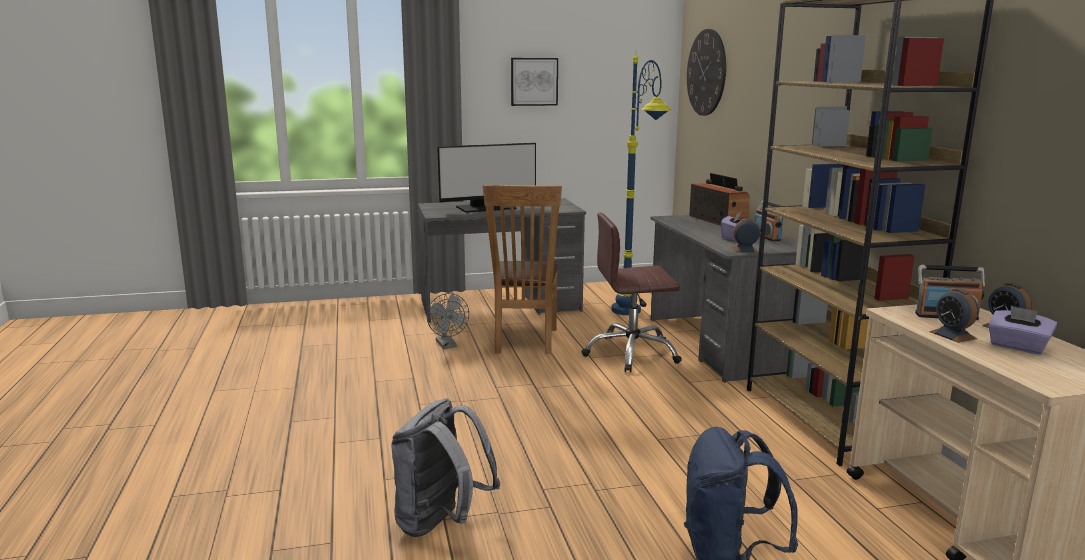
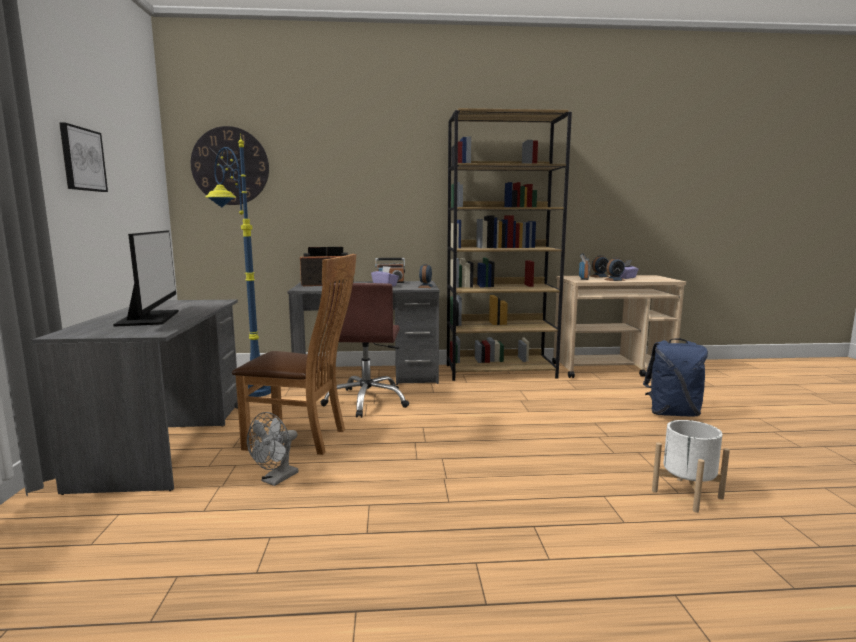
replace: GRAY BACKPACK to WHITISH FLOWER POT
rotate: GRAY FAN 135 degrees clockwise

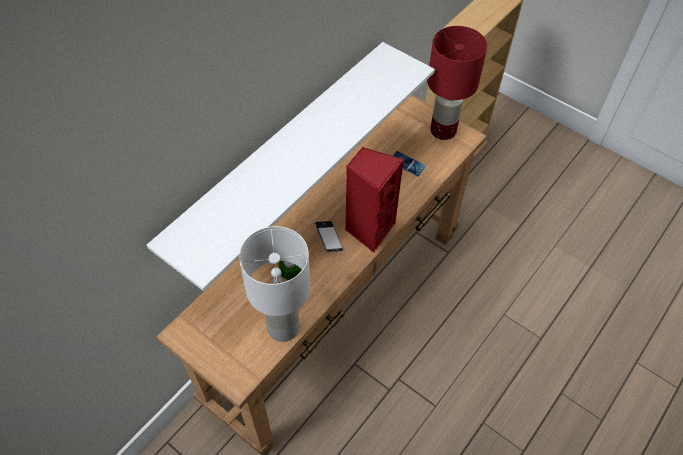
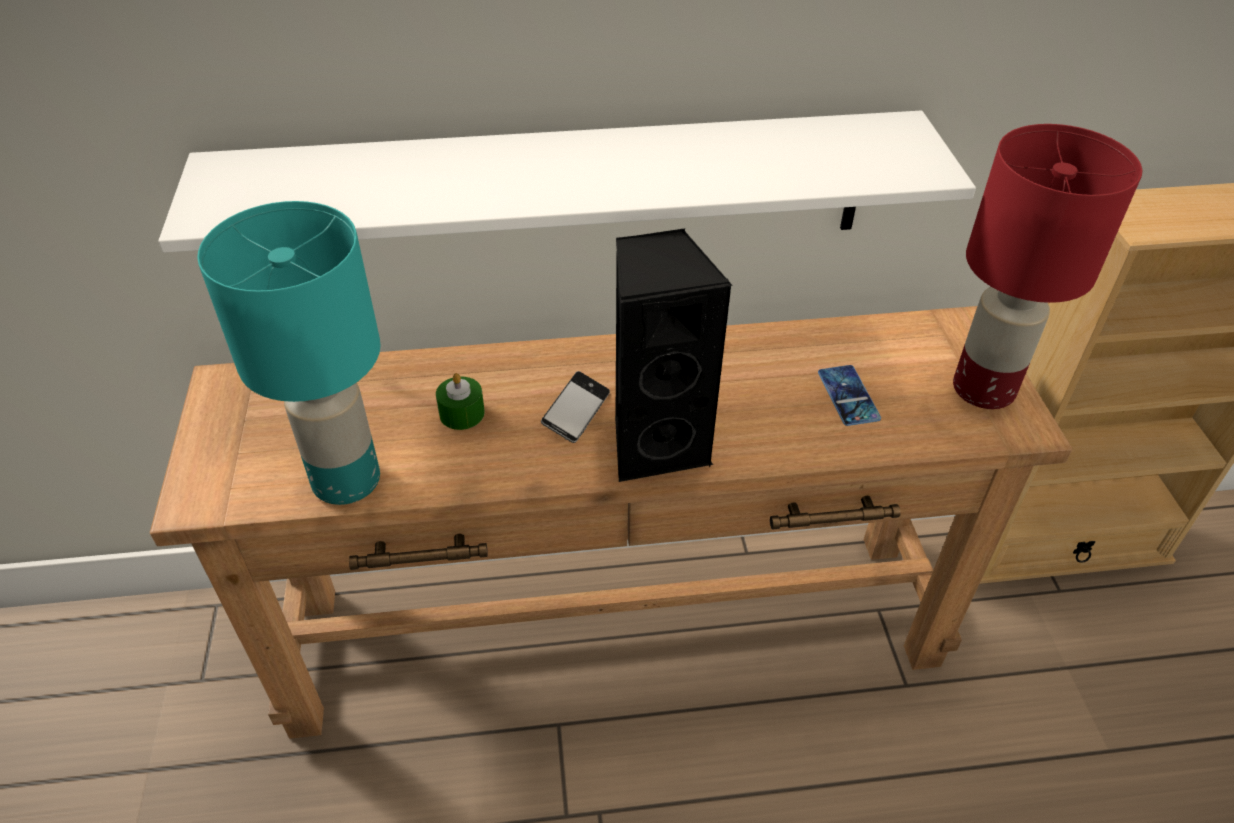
recolor: WHITISH TABLE LAMP to BLUE-GREEN TABLE LAMP; RED-COLOURED AUDIO SPEAKER to BLACK-COLOURED AUDIO SPEAKER

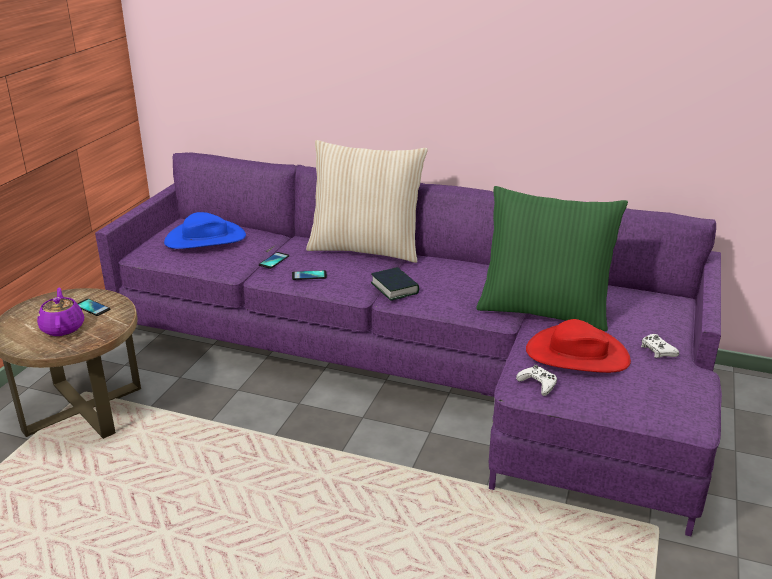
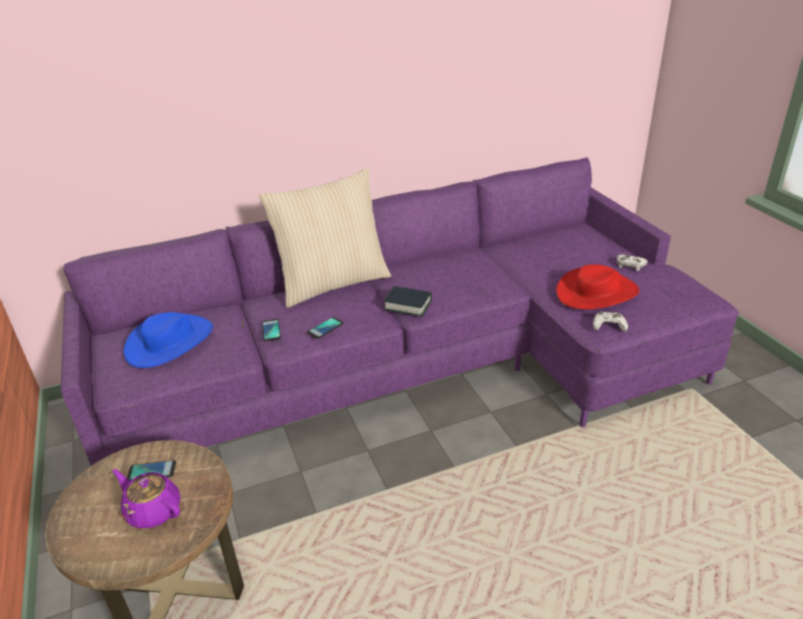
delete: GREEN-COLOURED CUSHION

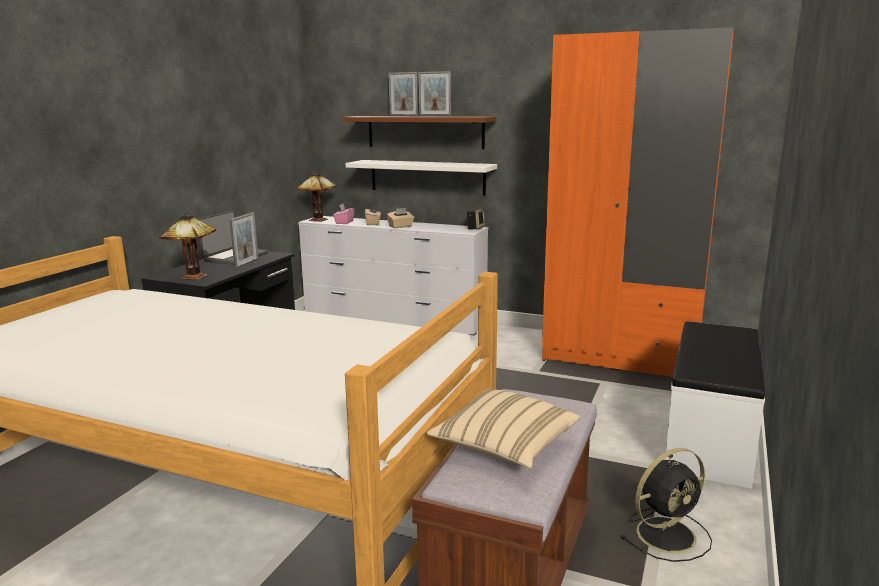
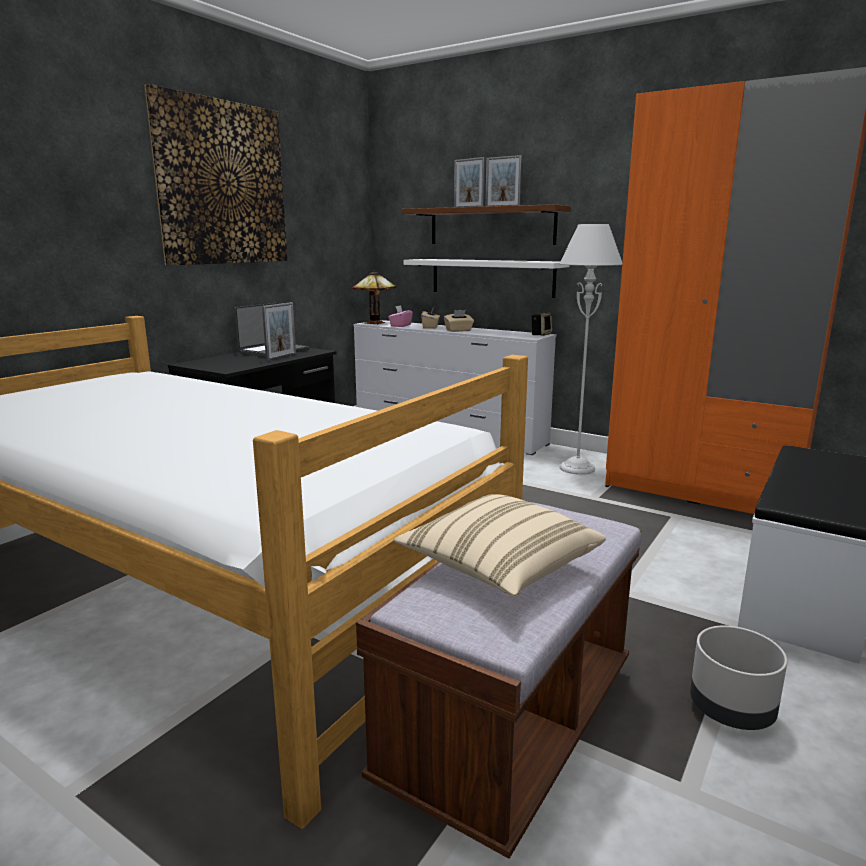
delete: TABLE LAMP (1st from left)
insert: WALL ART; GRAY STANDARD LAMP
replace: BLACK-COLOURED FAN to GRAY FLOWER POT

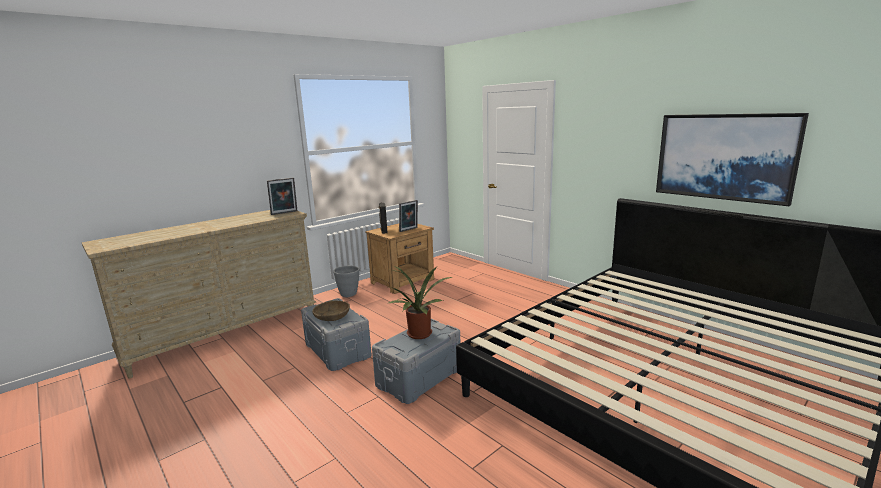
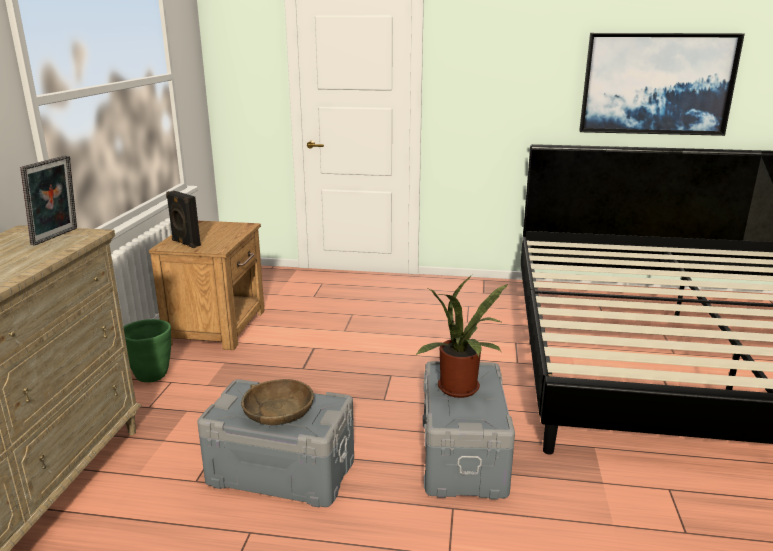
delete: PICTURE FRAME (2nd from left)
recolor: GRAY FLOWER POT to GREEN-COLOURED FLOWER POT

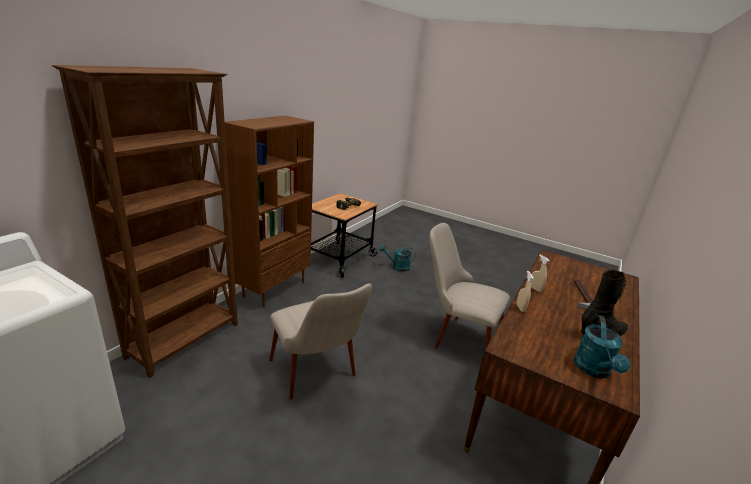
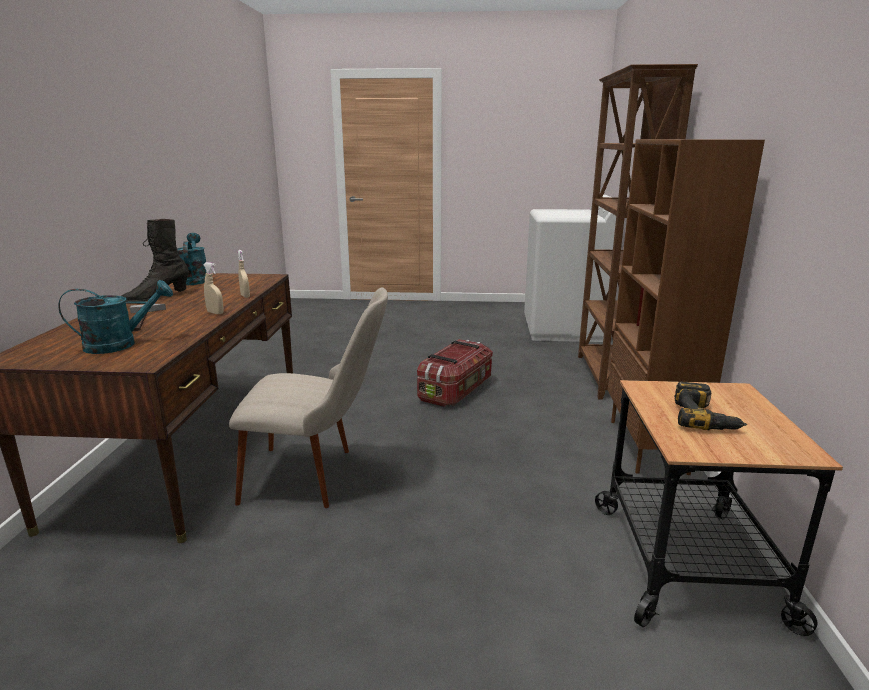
move: BLUE-GREEN WATERING CAN (1st from left)
replace: BEIGE UPRIGHT CHAIR (1st from left) to STORAGE BIN

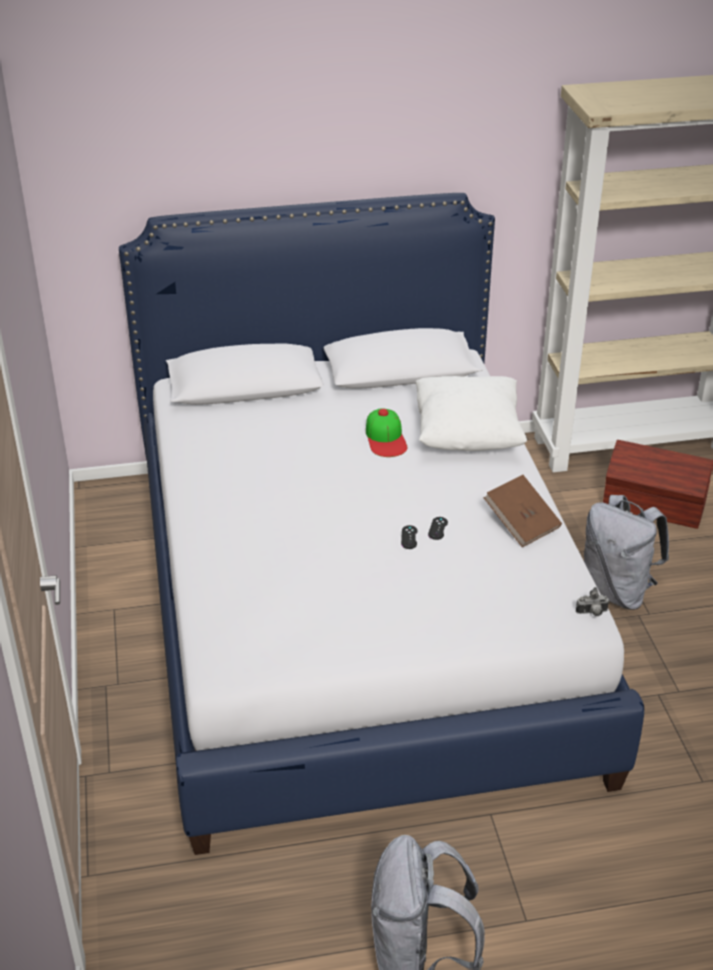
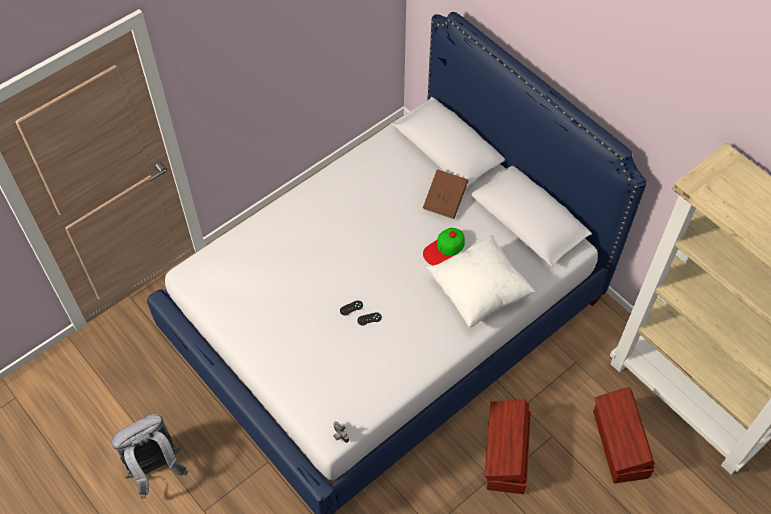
move: BROWN VOLUME
replace: GRAY BACKPACK (2nd from left) to BROWN STORAGE BIN (1st from left)

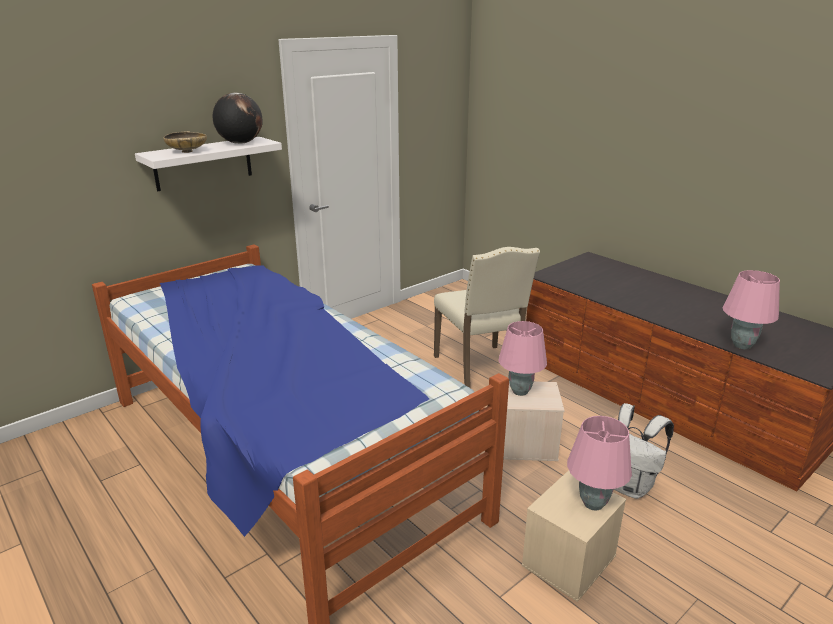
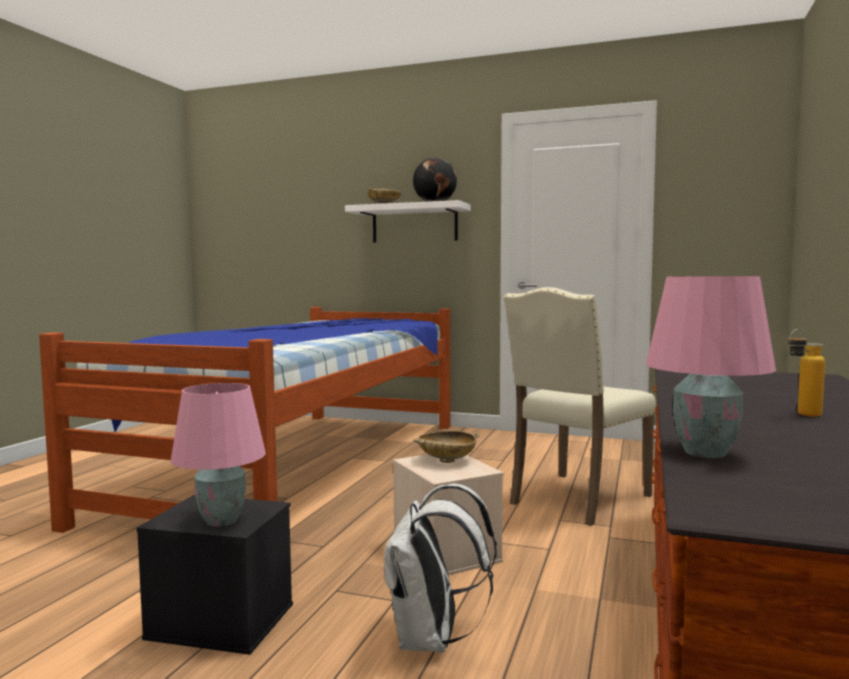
insert: BOTTLE
replace: PINKISH TABLE LAMP (1st from left) to BEIGE SERVING BOWL (2nd from left)
recolor: BEIGE STORAGE BIN (2nd from left) to BLACK-COLOURED STORAGE BIN

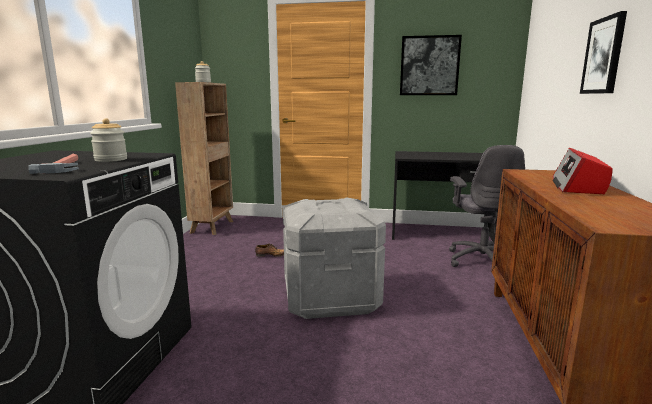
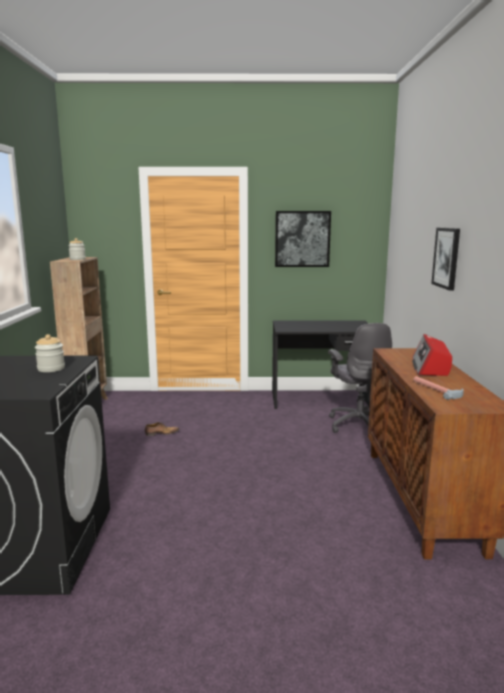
delete: GRAY STORAGE BIN
move: TOOL HAMMER

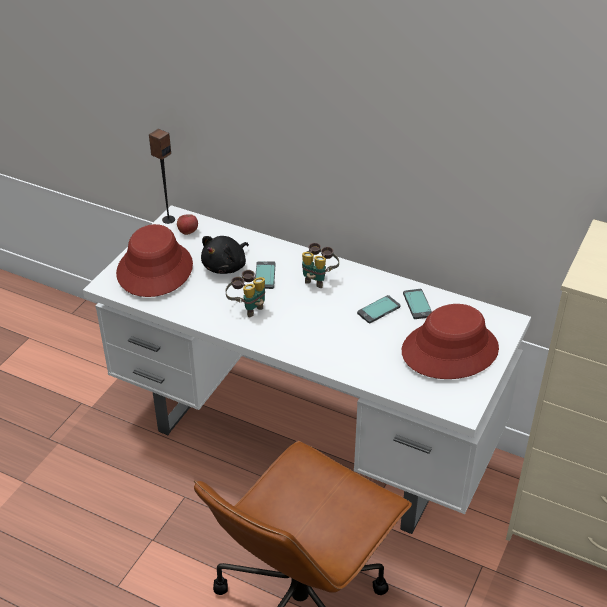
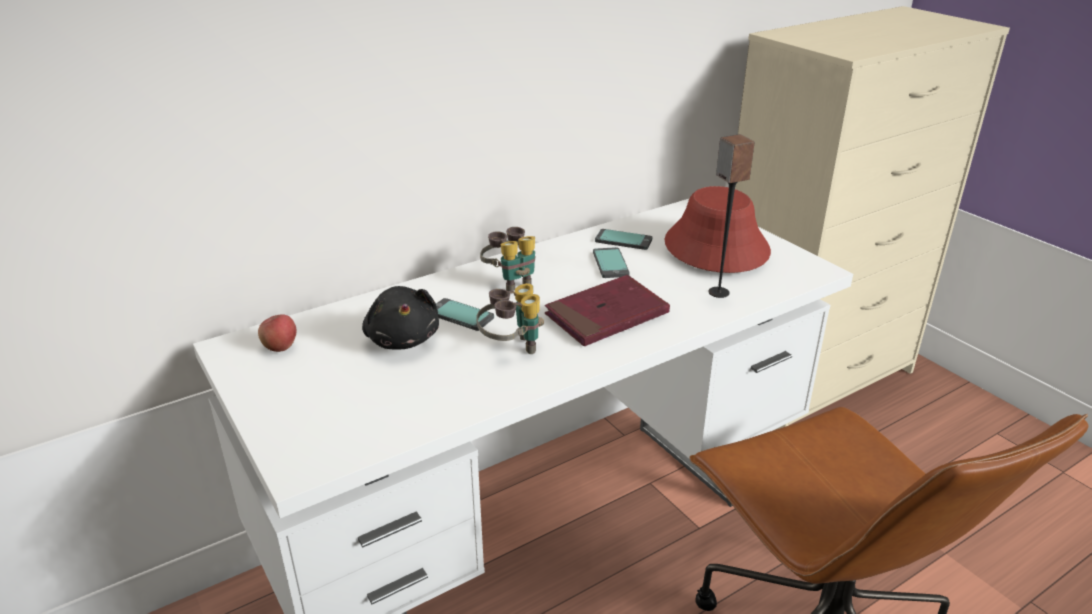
delete: RED-COLOURED CLOTHING HAT (1st from left)
insert: RED-COLOURED VOLUME
move: AUDIO SPEAKER

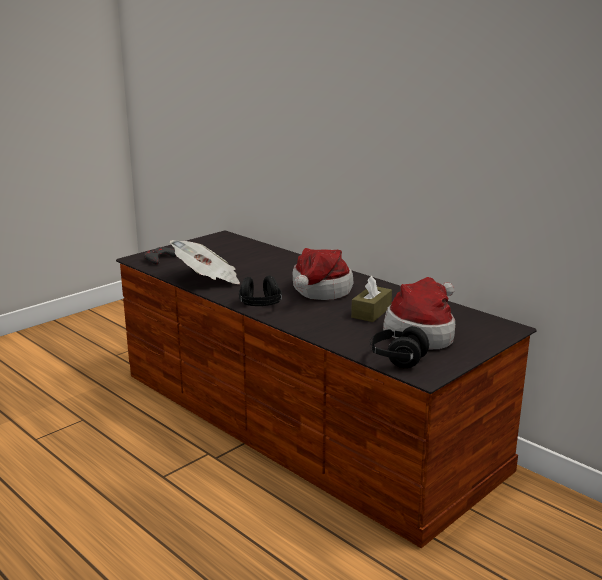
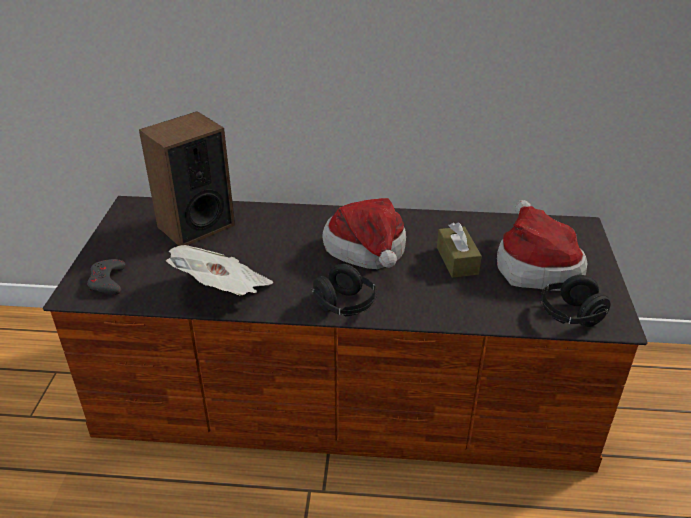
insert: AUDIO SPEAKER

